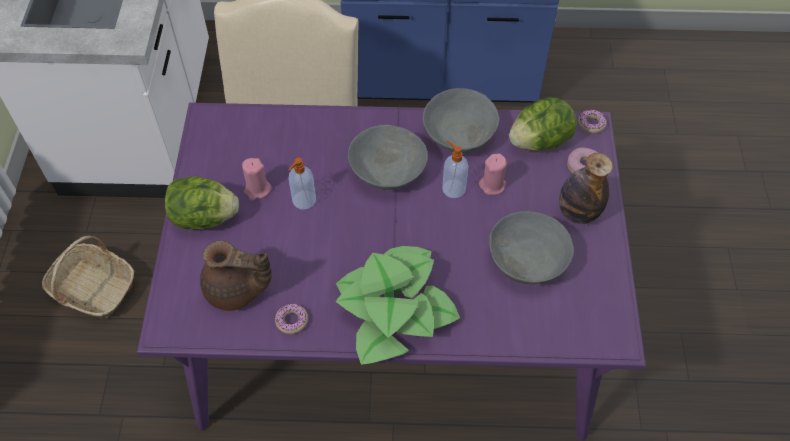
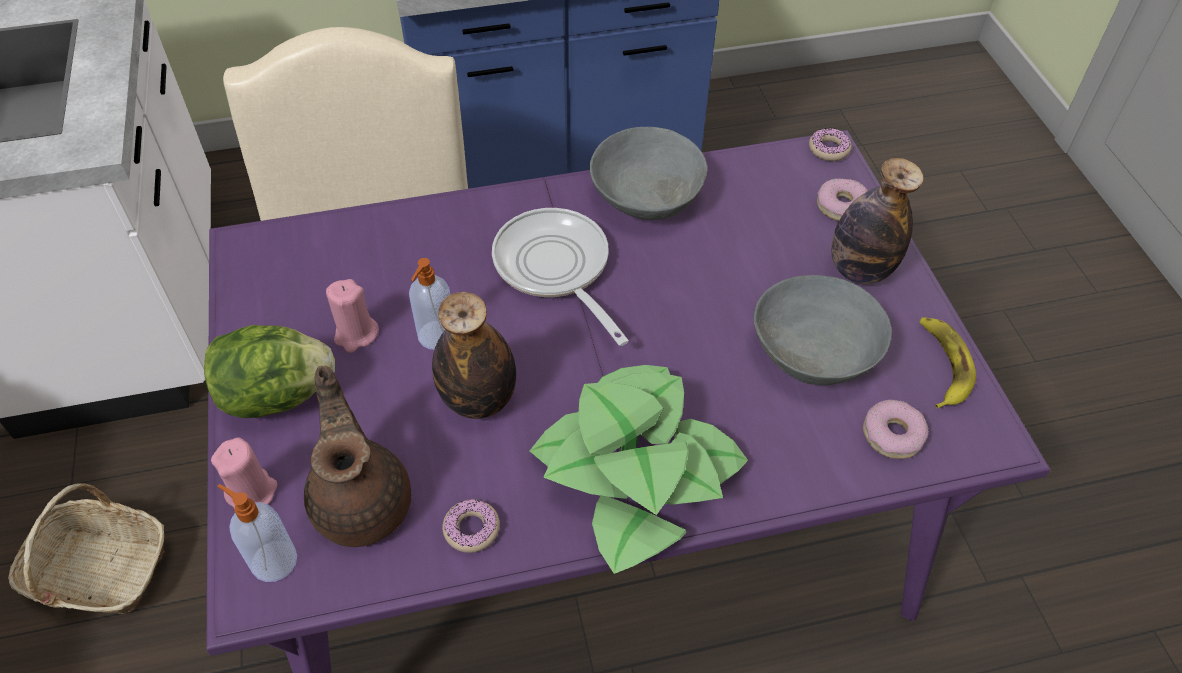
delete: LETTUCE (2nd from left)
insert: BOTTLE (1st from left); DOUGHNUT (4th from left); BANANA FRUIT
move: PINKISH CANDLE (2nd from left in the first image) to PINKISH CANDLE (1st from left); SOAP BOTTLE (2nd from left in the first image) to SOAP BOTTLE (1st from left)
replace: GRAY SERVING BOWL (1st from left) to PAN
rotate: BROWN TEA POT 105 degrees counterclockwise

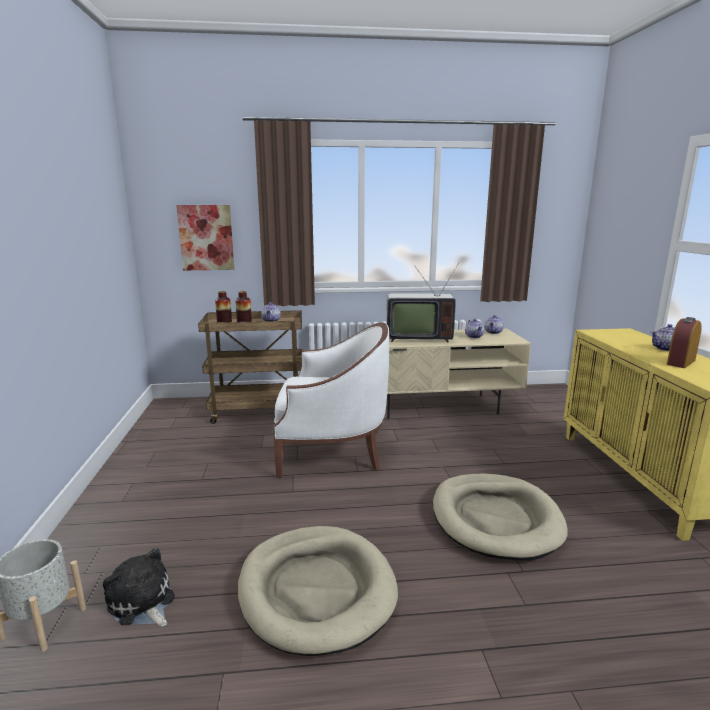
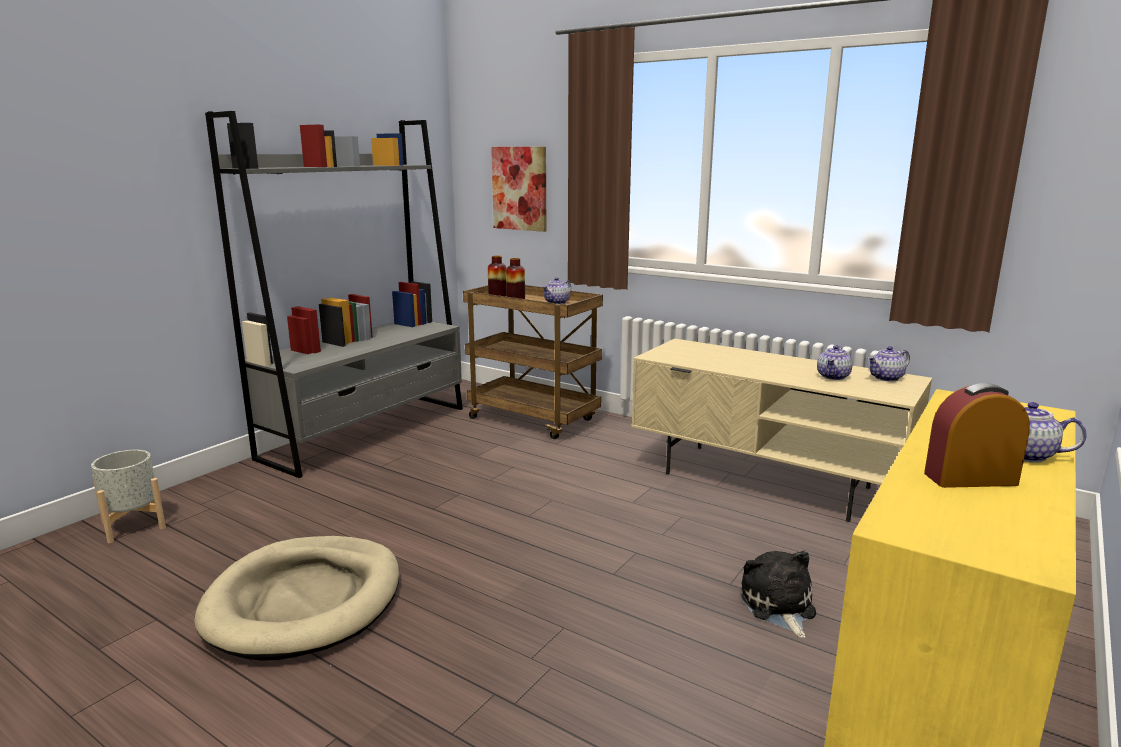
delete: WHITISH EASY CHAIR; TV SET; BEIGE PET BED (2nd from left)
insert: GRAY SHELVING UNIT
move: PLUSH TOY

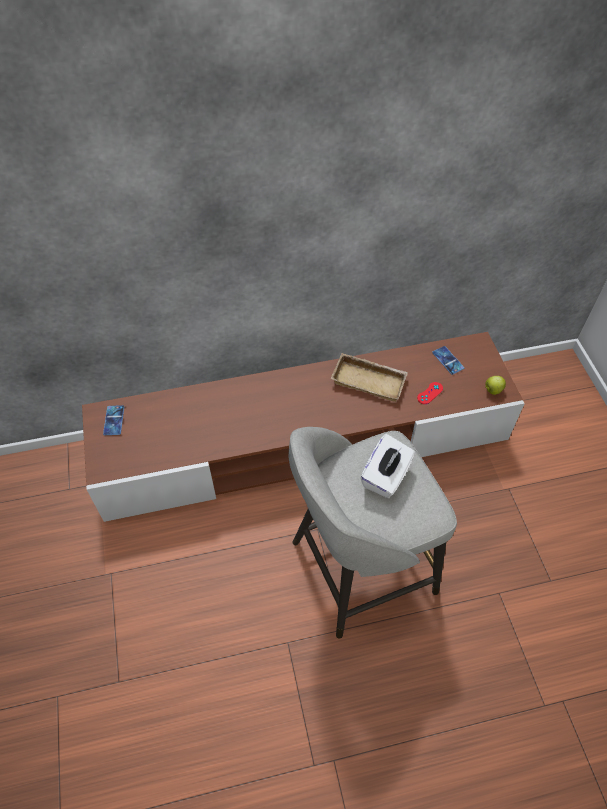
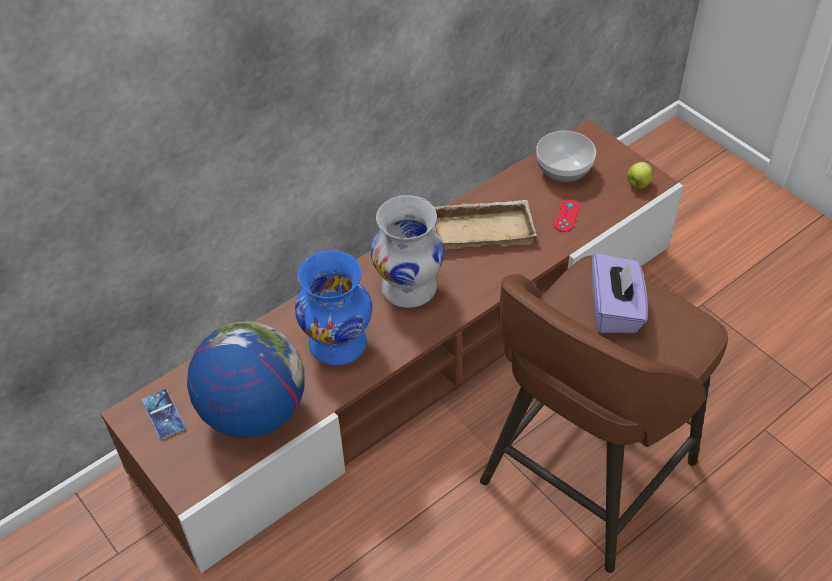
insert: WORLD GLOBE; BLUE-COLOURED DECORATIVE VASE; WHITISH DECORATIVE VASE
replace: HANDSET (2nd from left) to SERVING BOWL
recolor: GRAY STOOL SEAT to BROWN STOOL SEAT; WHITISH BOX OF TISSUES to PURPLE BOX OF TISSUES

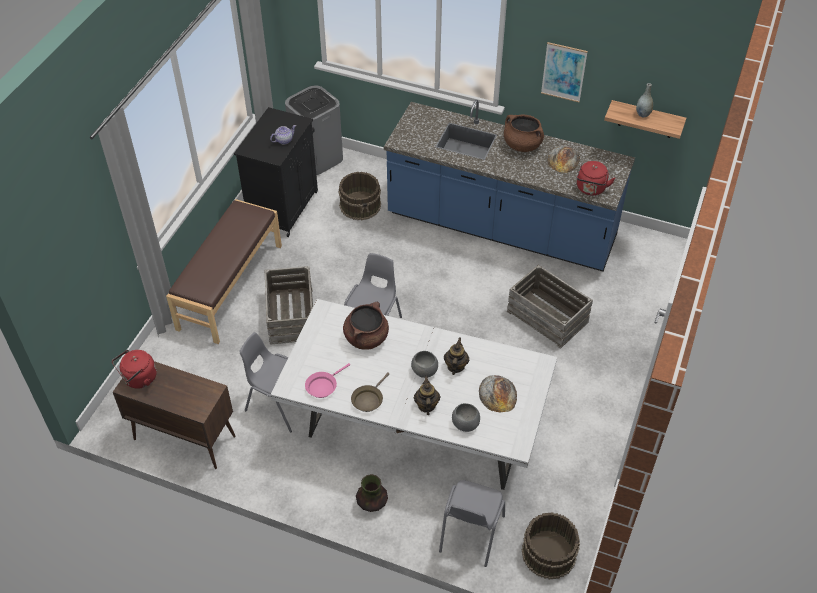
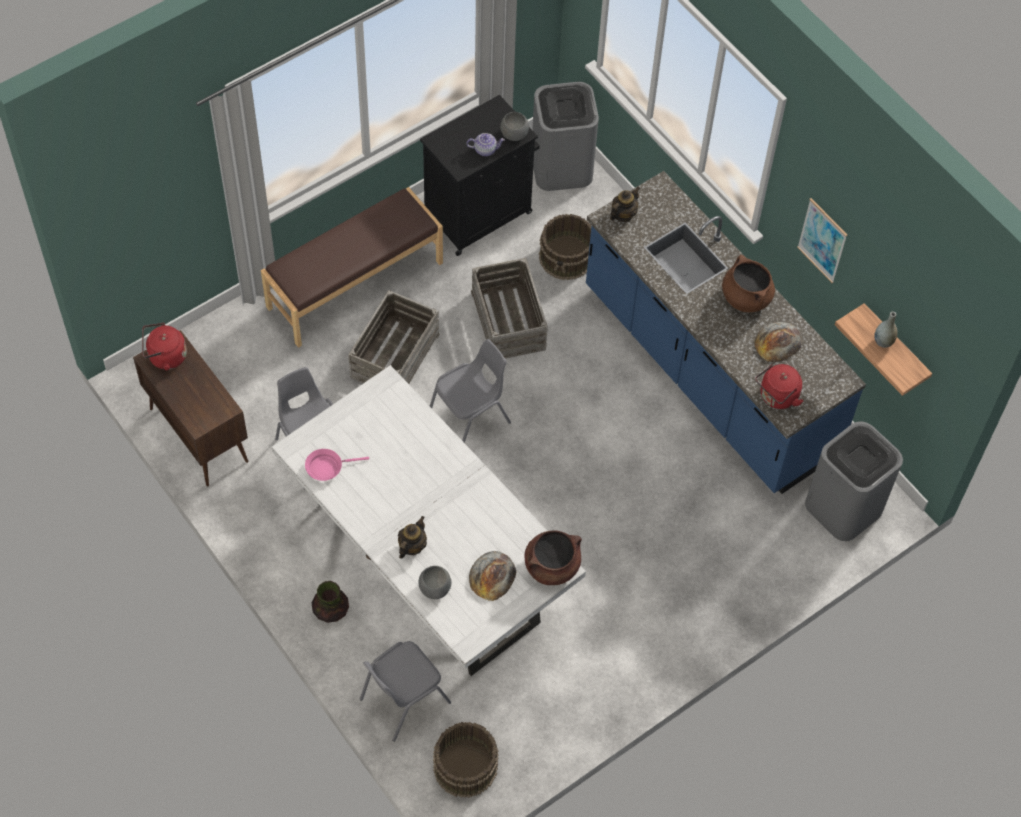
delete: BROWN PAN
insert: GRAY TRASH CAN (2nd from left)
move: SHIPPING CRATE (2nd from left); GRAY SERVING BOWL (1st from left in the first image) to GRAY SERVING BOWL (2nd from left); BROWN COOKING POT (1st from left); TEA POT (3rd from left)

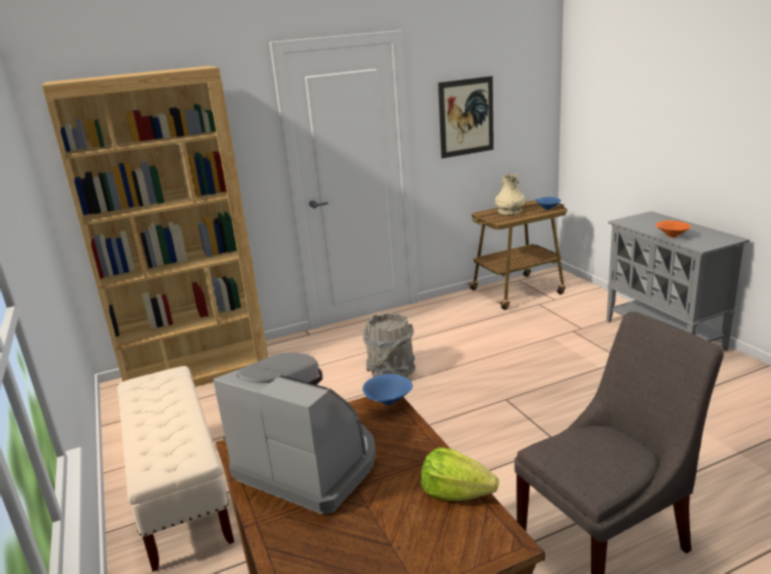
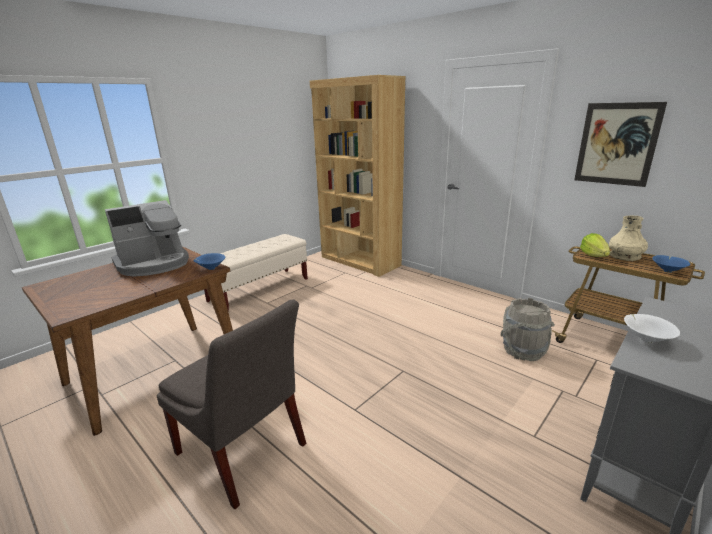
move: GRAY PAIL; LETTUCE
recolor: ORANGEY SERVING BOWL to WHITISH SERVING BOWL
rotate: COFFEE MAKER 45 degrees clockwise

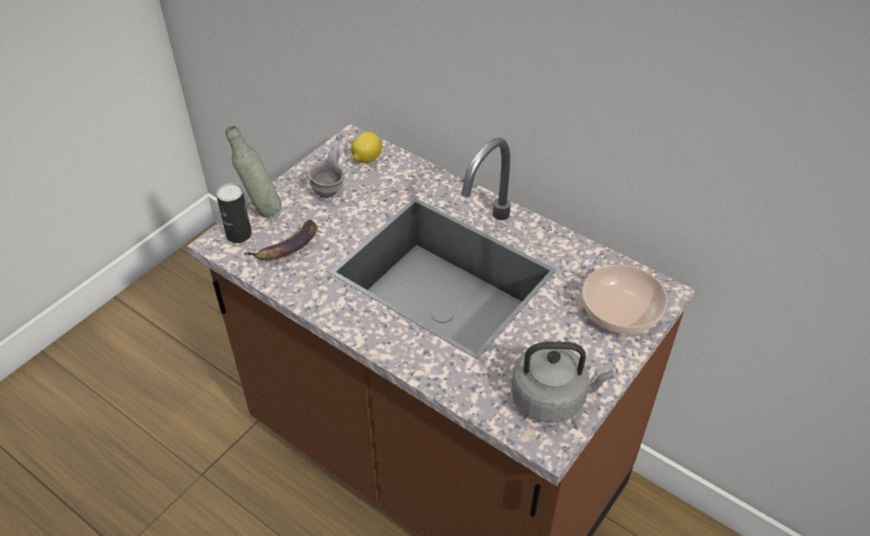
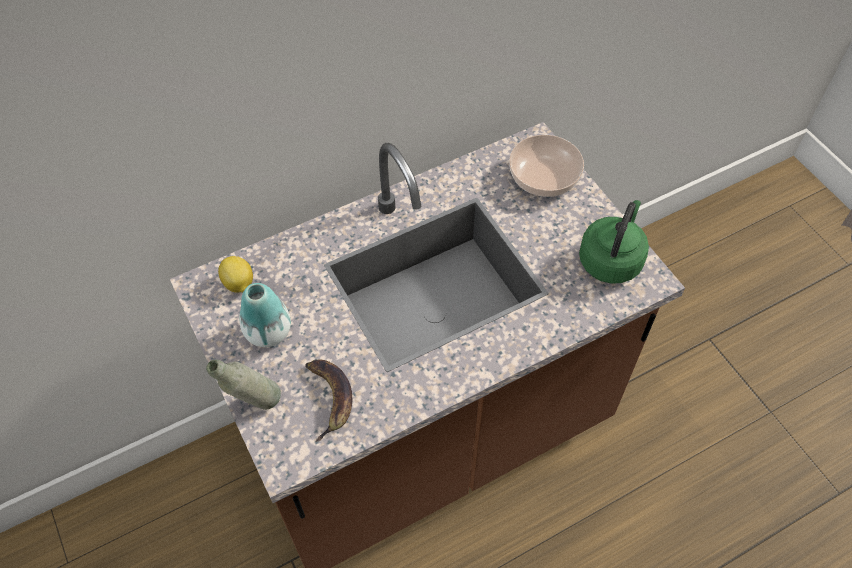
delete: CAN
replace: GRAY TEA MUG to DECORATIVE VASE
recolor: GRAY WATER KETTLE to GREEN-COLOURED WATER KETTLE

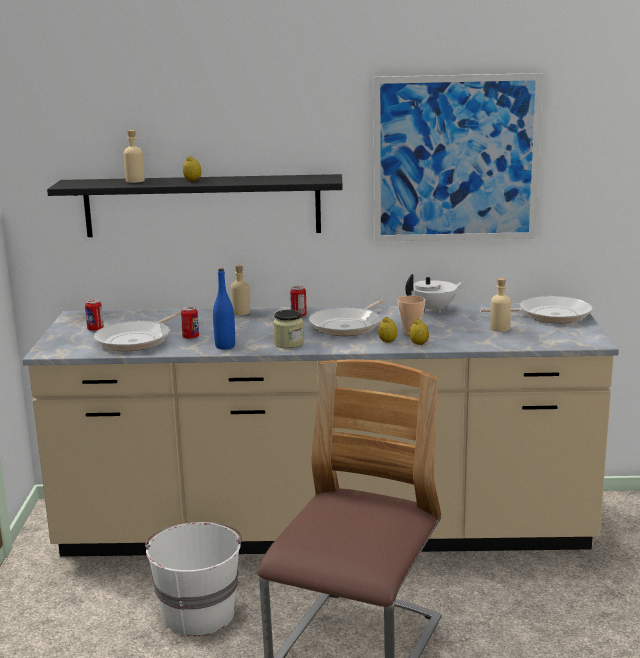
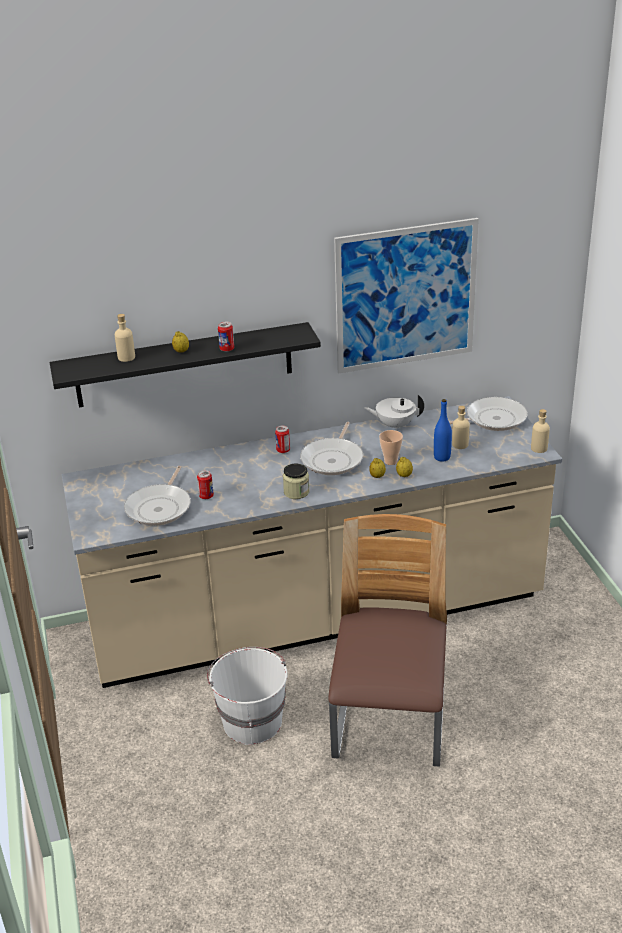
move: CAN (1st from left in the first image) to CAN (2nd from left); BLUE-COLOURED BOTTLE; BEIGE BOTTLE (2nd from left in the first image) to BEIGE BOTTLE (3rd from left)
rotate: WHITISH TEA POT 135 degrees counterclockwise

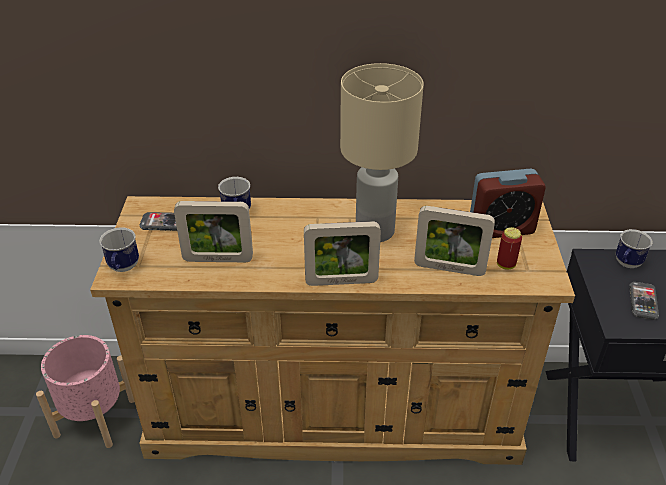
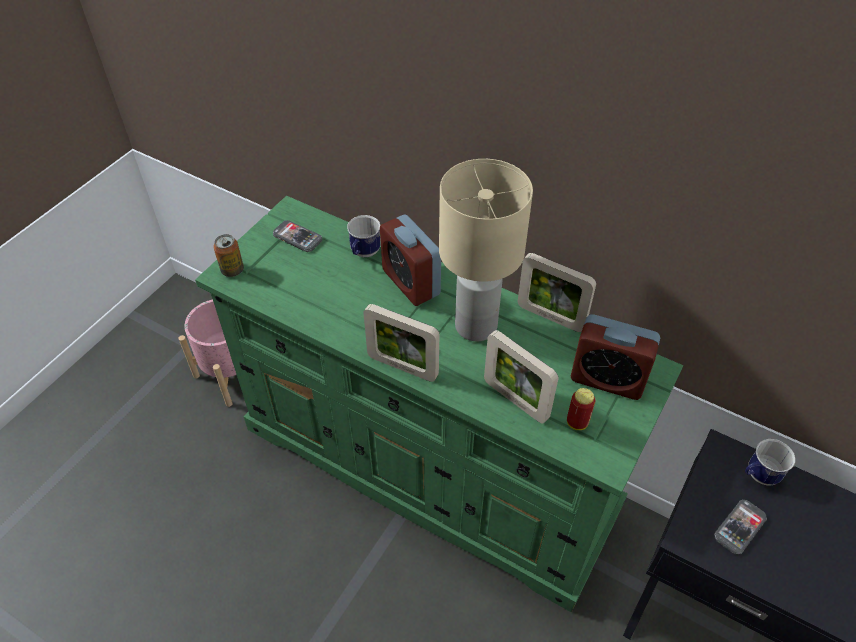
insert: BEDSIDE CLOCK (1st from left)
move: PICTURE FRAME (1st from left in the first image) to PICTURE FRAME (3rd from left)
replace: TEA MUG (1st from left) to CAN (1st from left)
recolor: BEIGE DRESSER to GREEN-COLOURED DRESSER

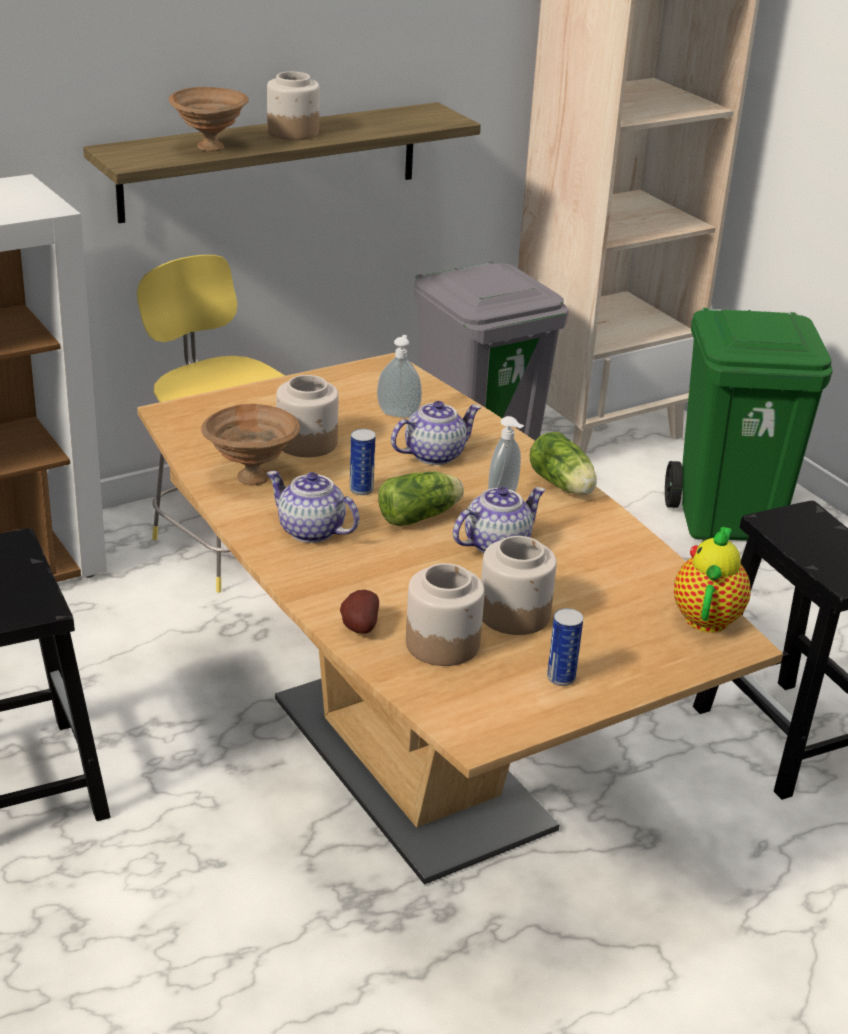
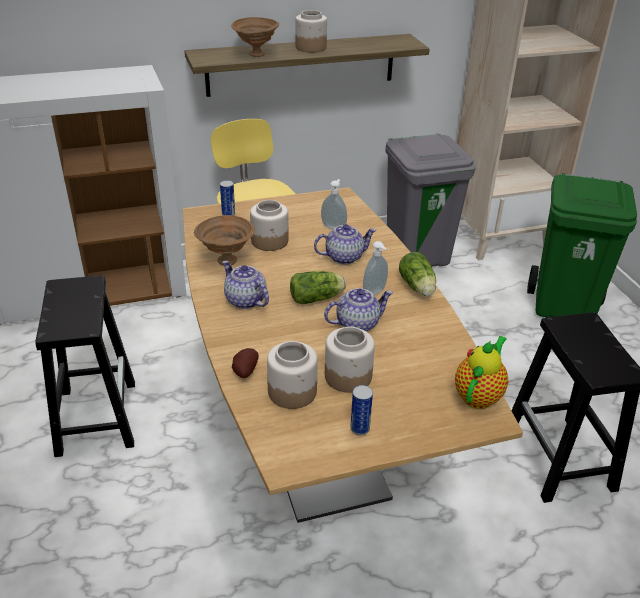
move: CAN (1st from left)

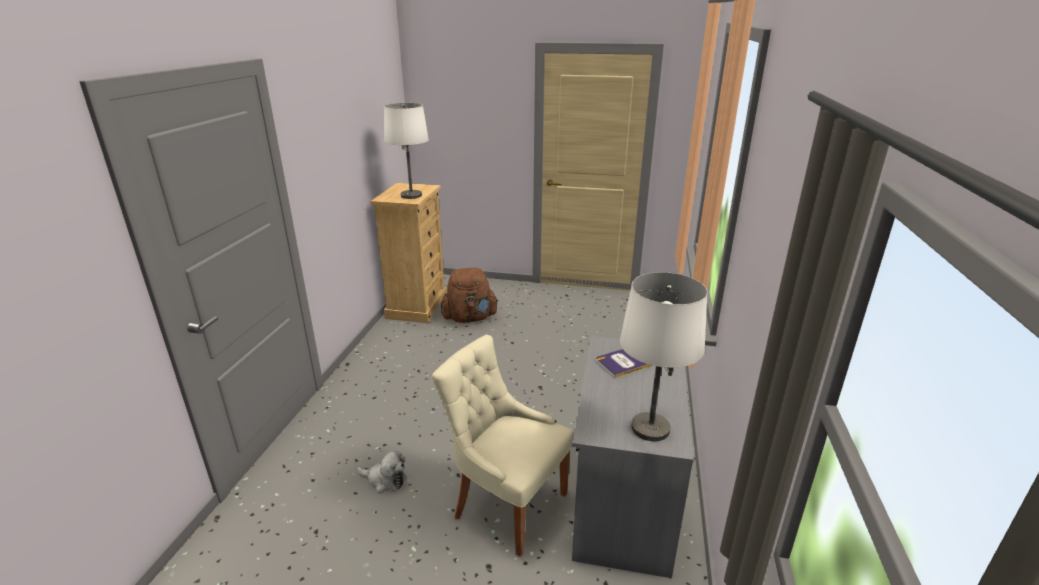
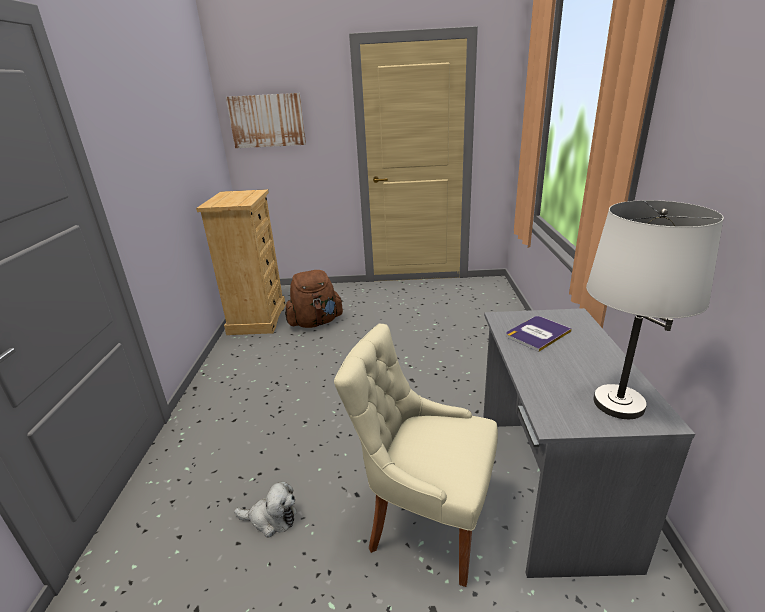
delete: WHITISH TABLE LAMP (1st from left)
insert: WALL ART

